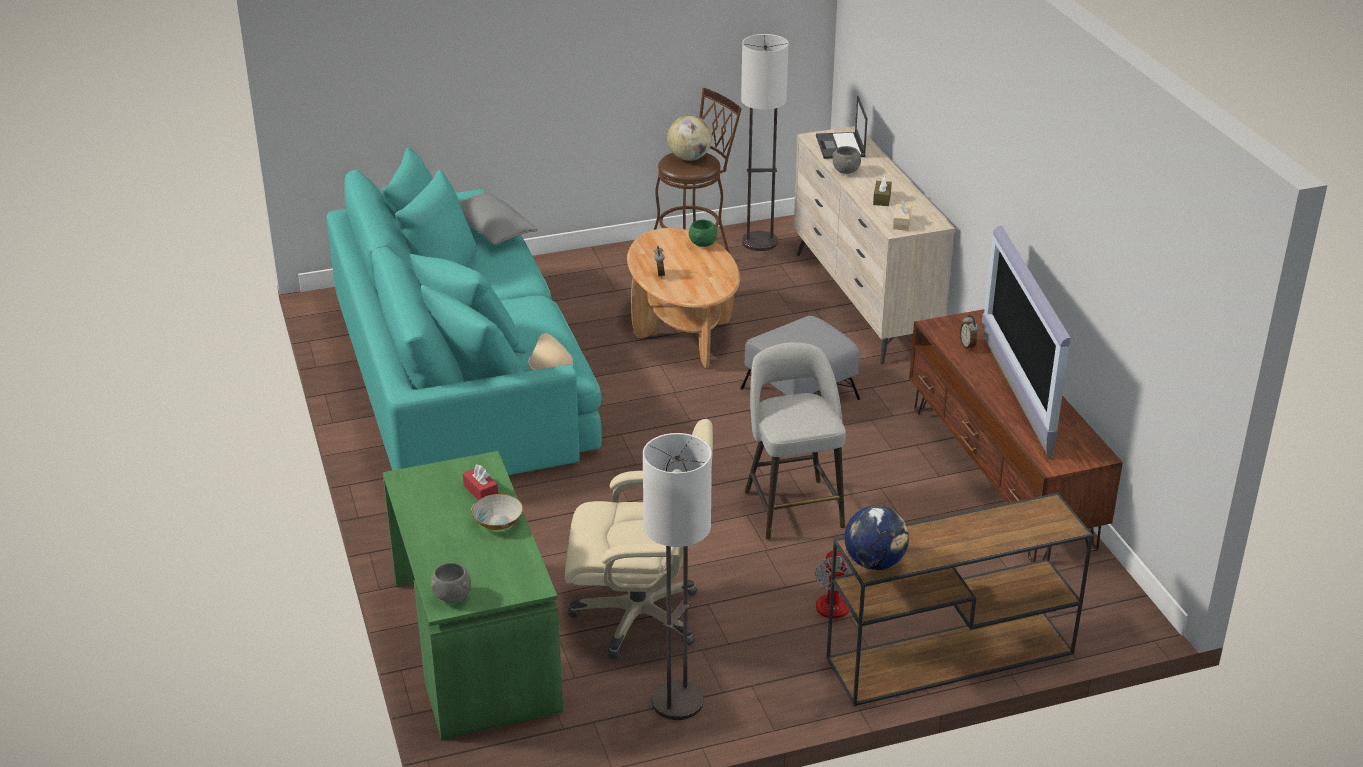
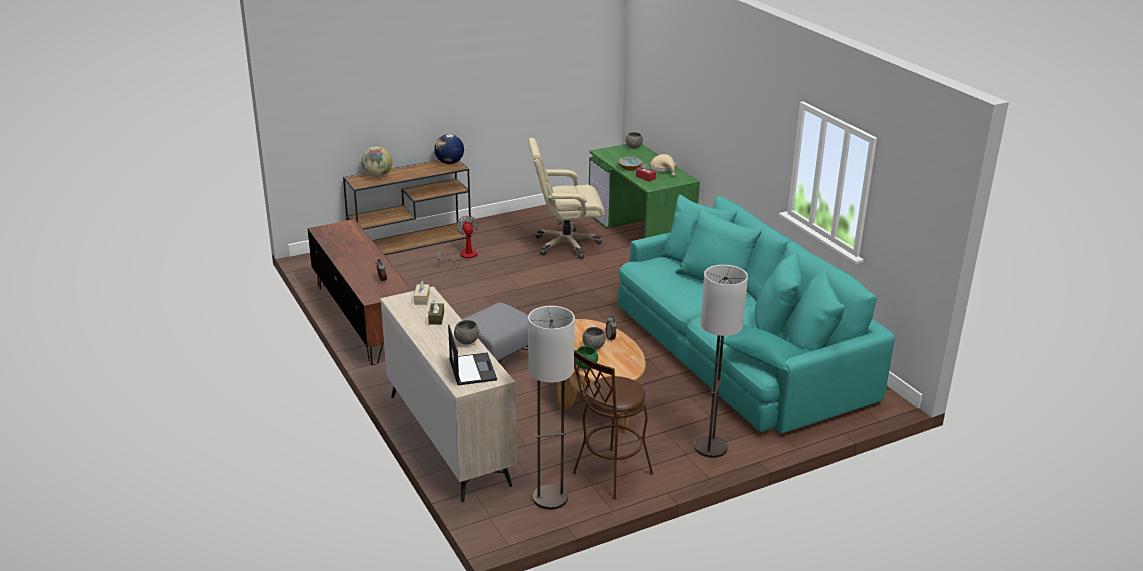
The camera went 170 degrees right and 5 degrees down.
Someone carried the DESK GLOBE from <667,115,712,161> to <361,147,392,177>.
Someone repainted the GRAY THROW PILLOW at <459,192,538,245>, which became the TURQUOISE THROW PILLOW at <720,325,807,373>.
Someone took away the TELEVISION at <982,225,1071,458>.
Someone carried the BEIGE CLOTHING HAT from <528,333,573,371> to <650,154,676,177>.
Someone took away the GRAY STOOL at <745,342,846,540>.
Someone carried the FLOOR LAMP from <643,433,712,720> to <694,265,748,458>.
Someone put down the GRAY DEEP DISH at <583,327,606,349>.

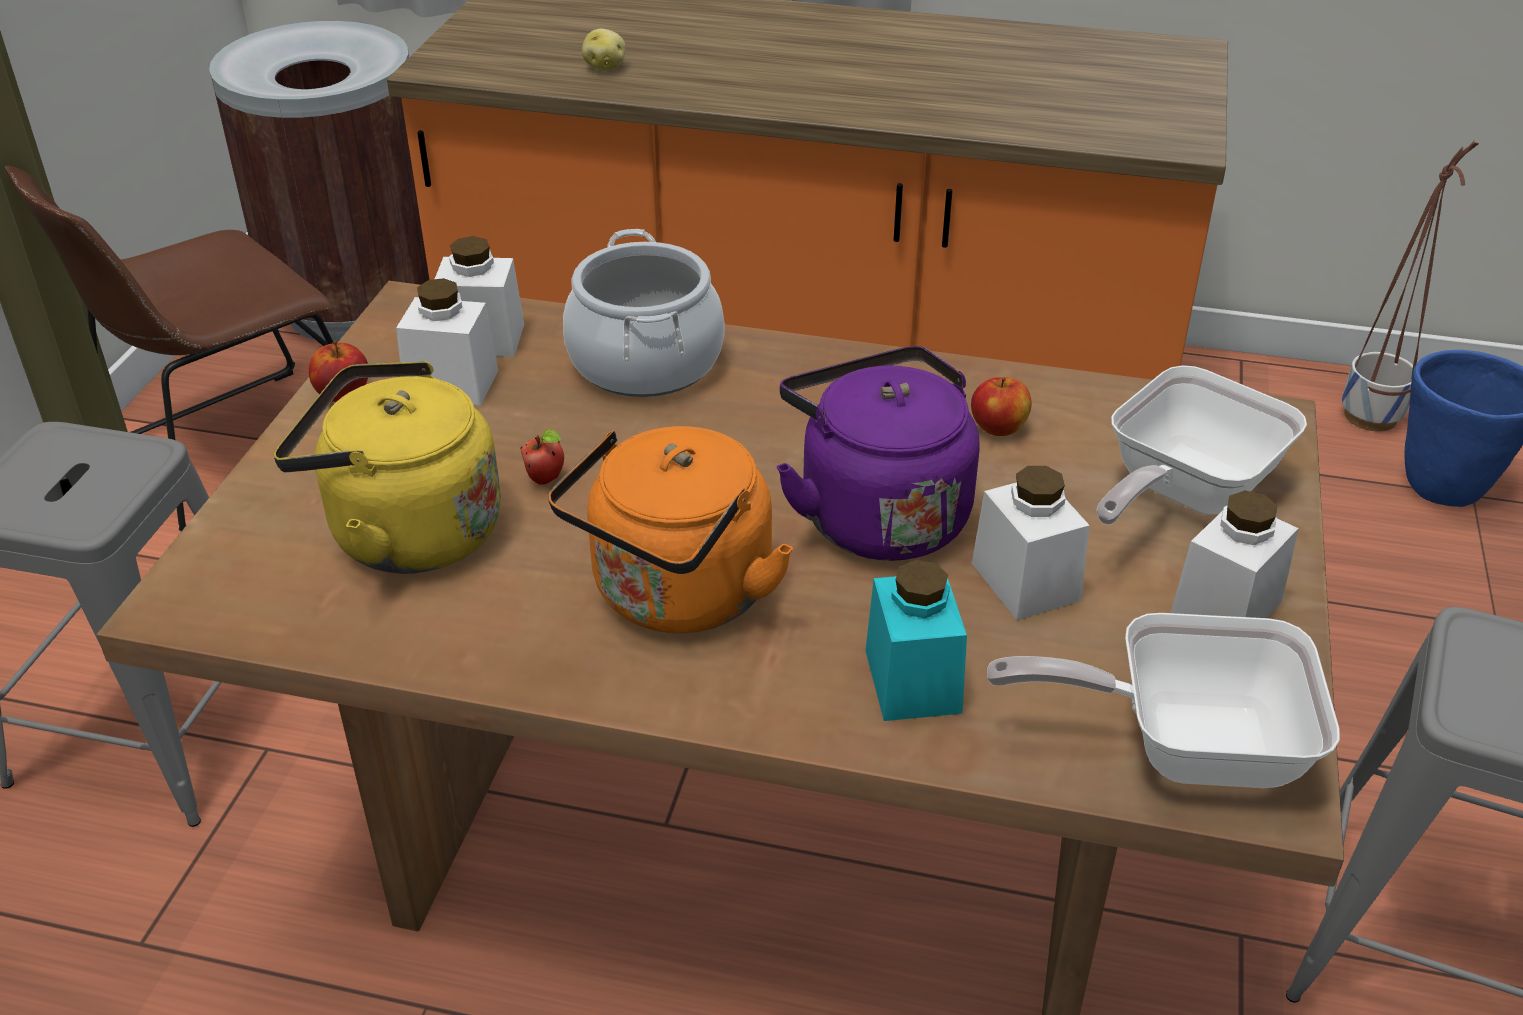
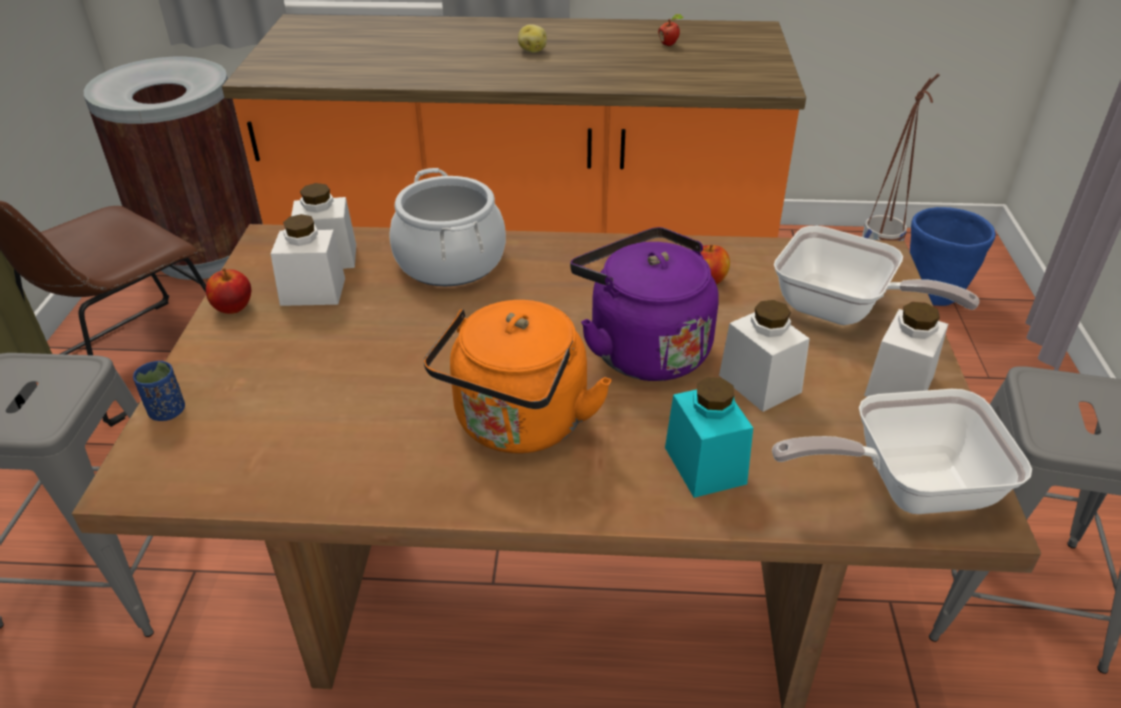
The camera went 10 degrees left and 0 degrees up.
Someone carried the POTATO from <582,29,626,71> to <518,24,547,53>.
Someone took away the YELLOWISH TEA KETTLE at <274,361,501,574>.
Someone rotated the FRYING PAN at <1097,365,1307,525> by 90 degrees counterclockwise.
Someone carried the WHOLE APPLE from <520,429,564,485> to <658,14,684,46>.
Someone put down the BLUISH SMALL CUP at <133,361,185,421>.

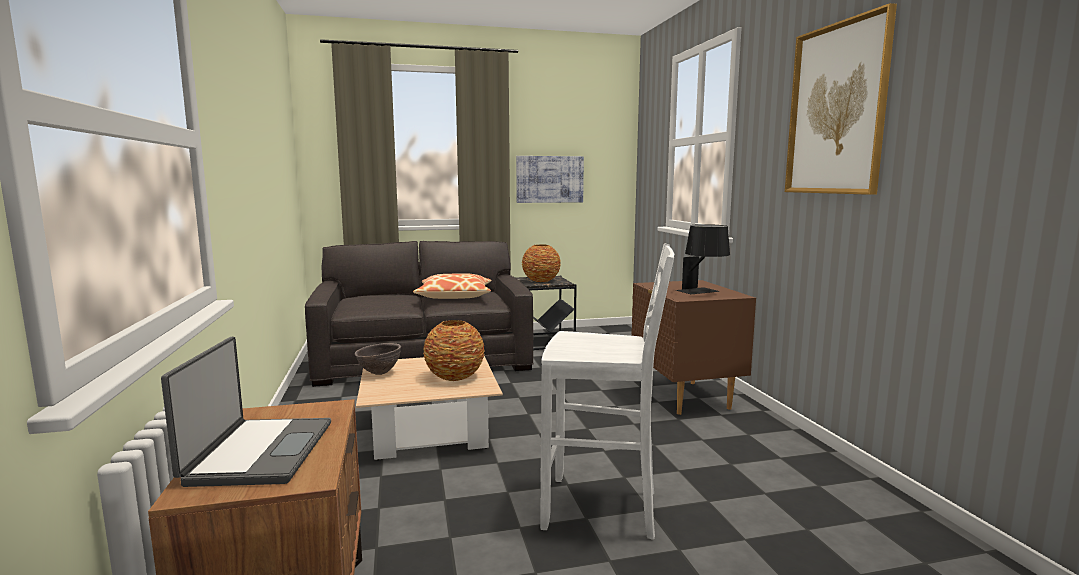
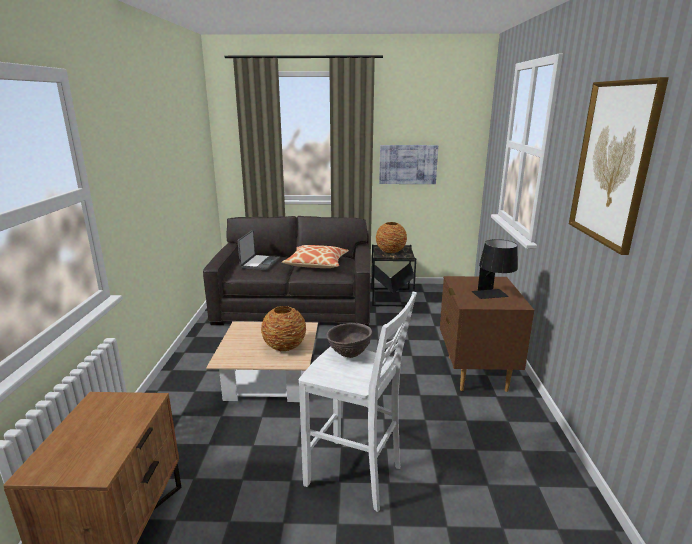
The camera went 15 degrees right and 10 degrees up.
Someone carried the PORTABLE COMPUTER from <161,337,331,487> to <238,230,280,270>.
Someone carried the BROWNISH DEEP DISH from <355,343,401,375> to <327,323,372,358>.

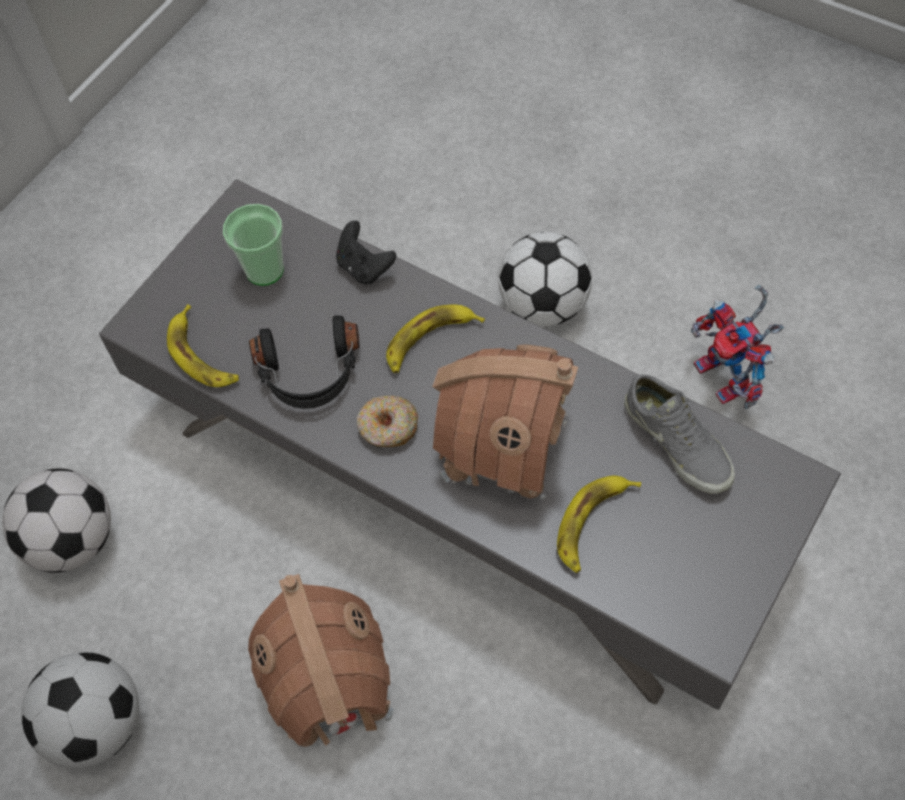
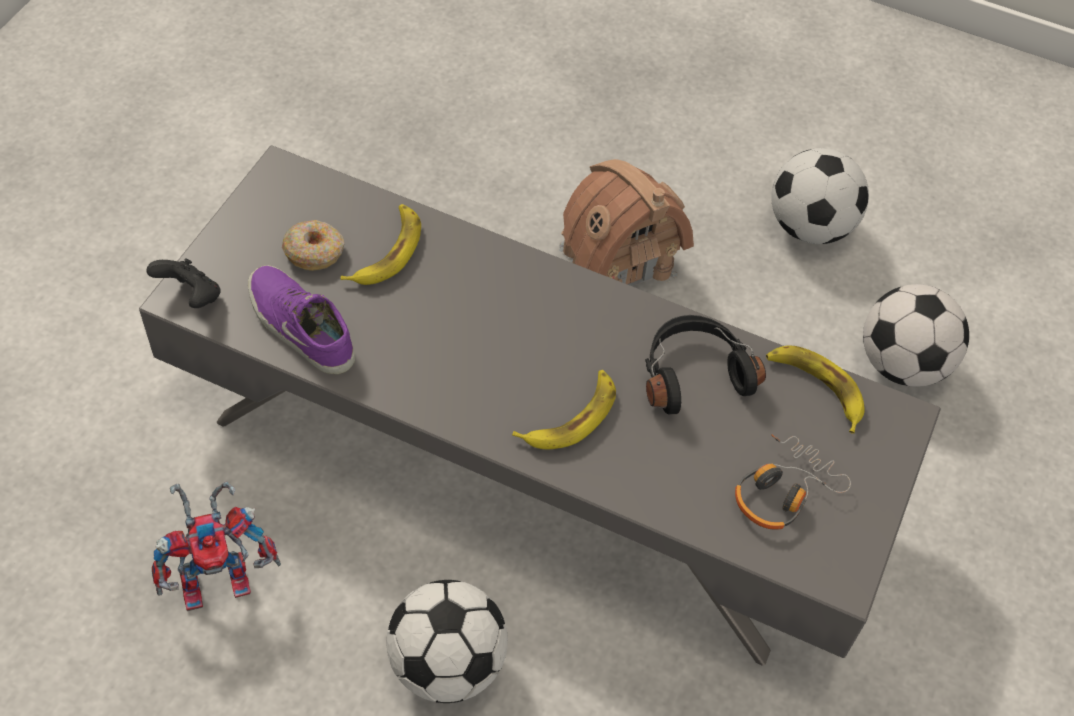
The camera went 165 degrees right and 5 degrees down.
Someone swapped the SMALL CUP at <223,204,284,286> for the HEADPHONES at <735,434,851,530>.
Someone carried the BLACKISH GAMEPAD from <336,221,396,284> to <146,259,221,308>.
Someone rotated the MODEL ROBOT at <691,285,784,409> by 105 degrees clockwise.
Someone took away the TOY HOUSE at <432,344,578,505>.
Someone repainted the GRAY LOW SHOE at <624,374,735,494>, which became the PURPLISH LOW SHOE at <248,265,355,374>.
Someone carried the RING DOUGHNUT from <357,396,418,447> to <282,220,344,271>.

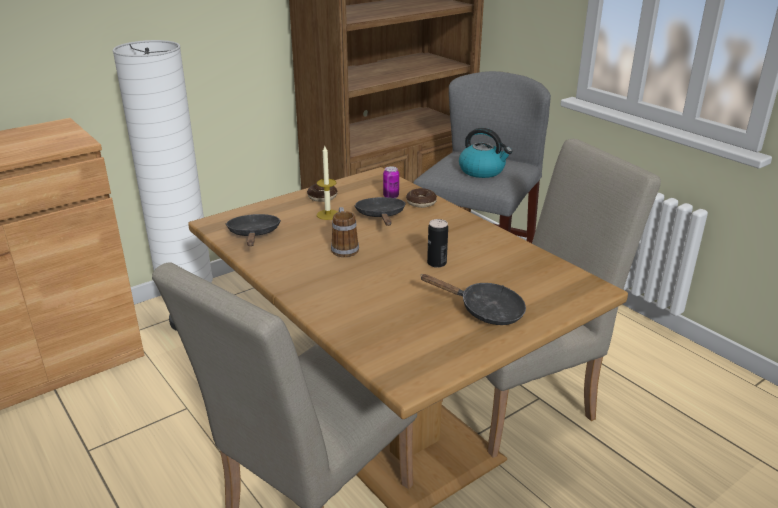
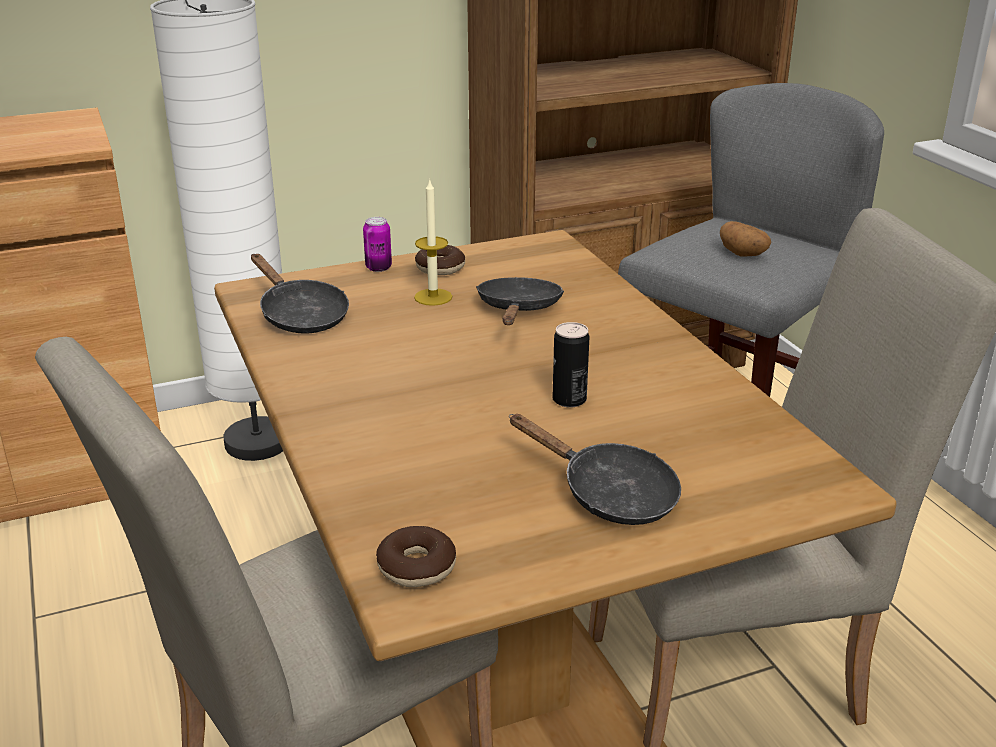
The camera went 15 degrees right and 0 degrees up.
Someone swapped the TEA KETTLE at <459,128,512,178> for the POTATO at <720,221,771,257>.
Someone carried the SEALED CAN from <383,166,399,198> to <363,217,392,272>.
Someone carried the RING DOUGHNUT from <406,188,437,208> to <376,526,456,587>.
Someone took away the MUG at <331,207,359,257>.
Someone rotated the BLACKISH FRYING PAN at <225,214,281,246> by 135 degrees clockwise.

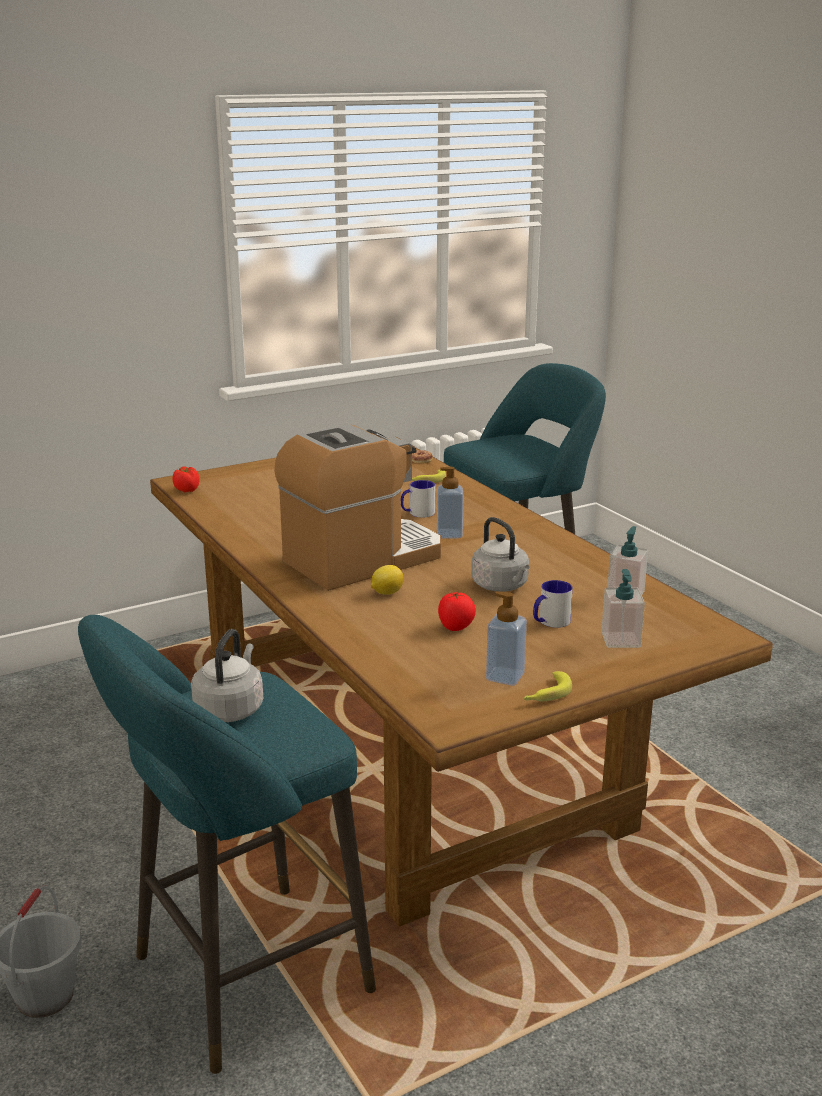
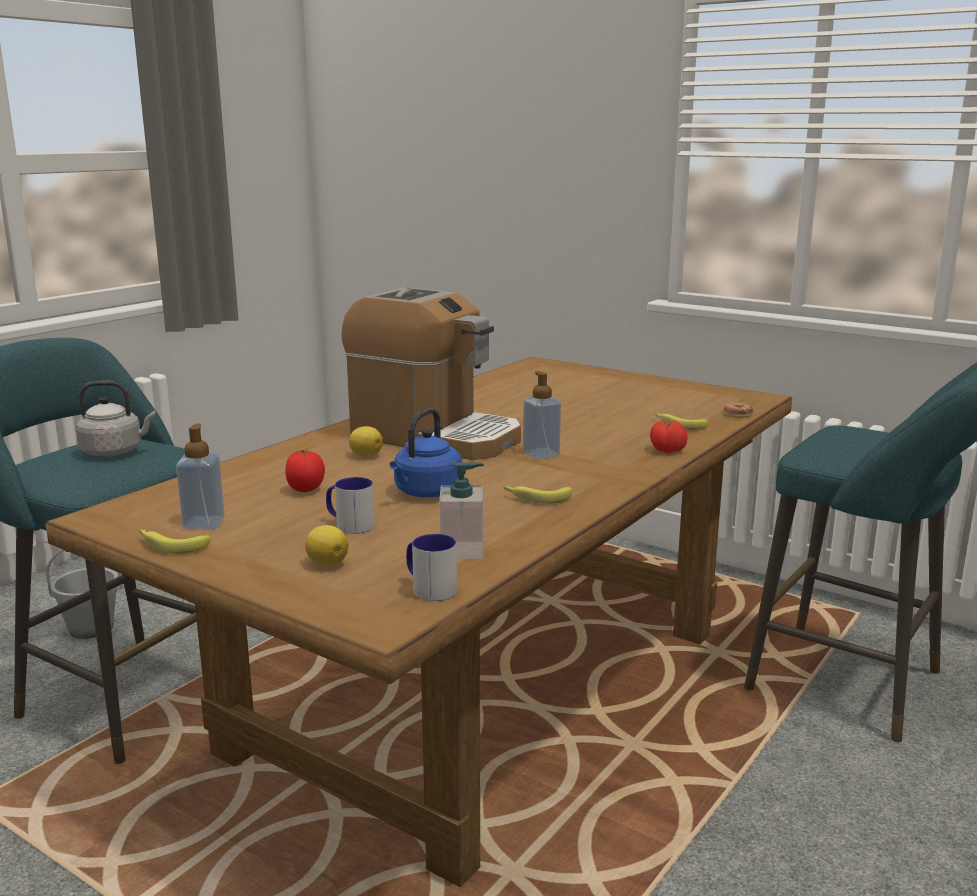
The camera went 65 degrees right and 5 degrees down.
Someone carried the WHOLE TOMATO from <173,467,200,492> to <650,420,688,454>.
Someone carried the MUG from <401,480,435,518> to <406,534,457,601>.
Someone repainted the GRAY TEA KETTLE at <471,517,529,592>, which became the BLUISH TEA KETTLE at <390,408,462,497>.
Someone swapped the SOAP BOTTLE at <601,569,645,648> for the LEMON at <305,525,348,566>.
Someone put down the BANANA at <503,486,572,504>.

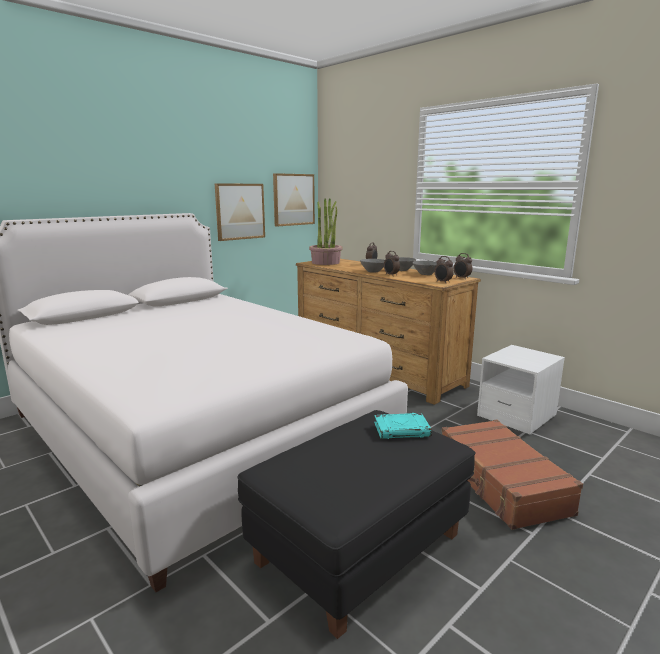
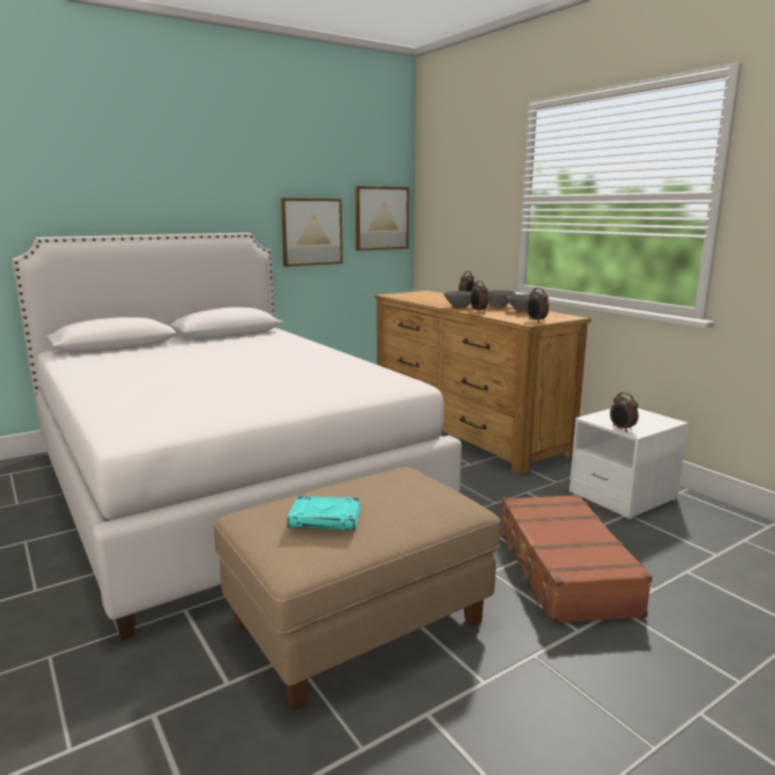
The camera went 10 degrees right and 0 degrees up.
Someone took away the PLANT IN A POT at <309,198,343,265>.
Someone carried the BEDSIDE CLOCK from <454,253,473,278> to <610,392,638,432>.
Someone repainted the BLACKISH OTTOMAN at <237,410,475,639>, which became the BEIGE OTTOMAN at <213,466,501,710>.
Someone carried the TURQUOISE BOUND BOOK from <374,413,432,439> to <287,496,361,530>.

